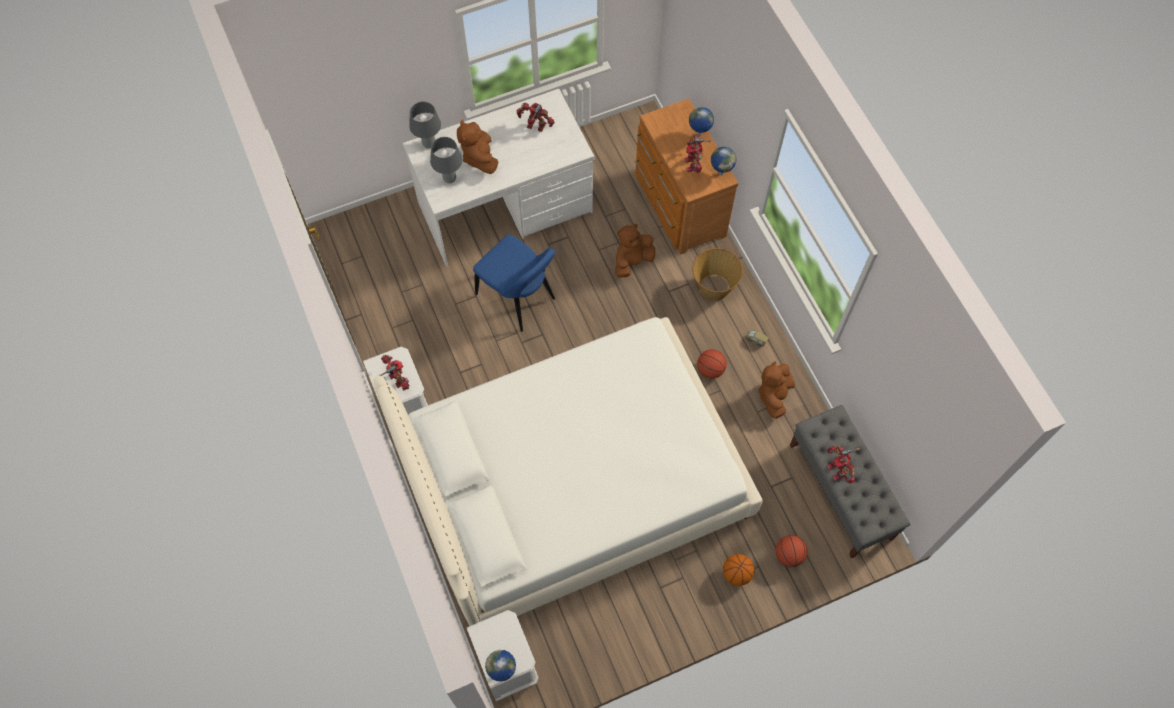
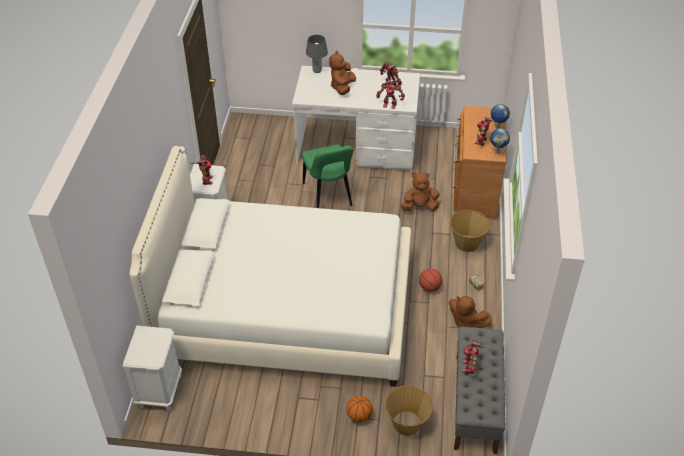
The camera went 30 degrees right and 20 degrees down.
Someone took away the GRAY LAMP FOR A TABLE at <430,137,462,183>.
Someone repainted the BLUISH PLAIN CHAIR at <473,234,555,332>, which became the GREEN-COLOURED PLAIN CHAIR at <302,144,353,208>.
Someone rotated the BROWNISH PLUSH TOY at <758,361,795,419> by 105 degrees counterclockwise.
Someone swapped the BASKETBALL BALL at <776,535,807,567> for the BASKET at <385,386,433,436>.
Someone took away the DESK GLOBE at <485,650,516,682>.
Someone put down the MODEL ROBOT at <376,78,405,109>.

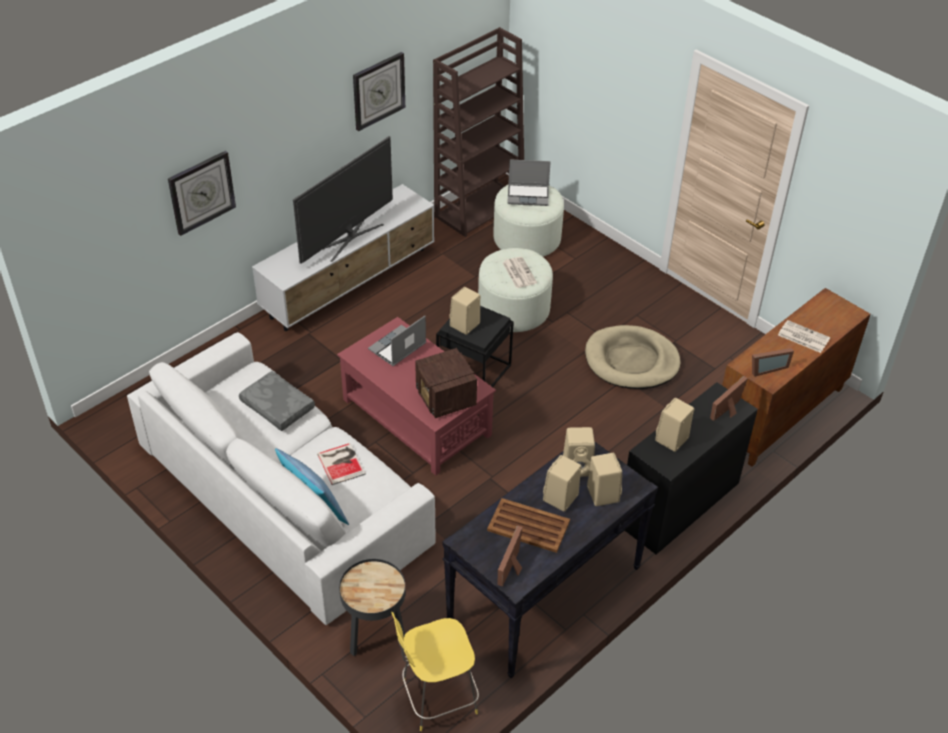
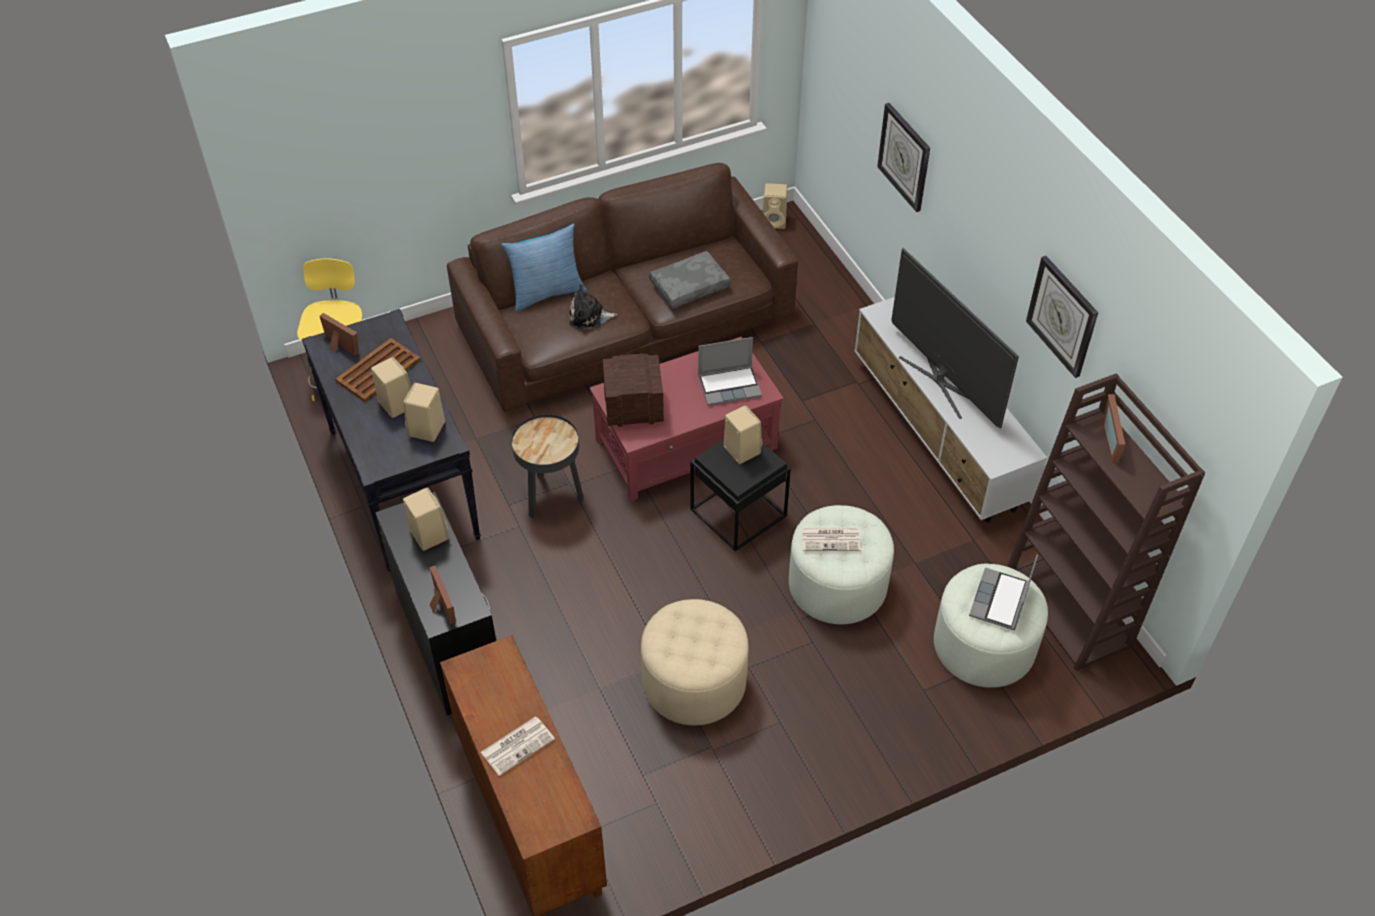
The camera went 110 degrees right and 5 degrees up.
Someone rotated the PORTABLE COMPUTER at <368,316,426,366> by 105 degrees clockwise.
Someone swapped the BEIGE DOG CUSHION at <585,325,681,389> for the BEIGE OTTOMAN at <641,599,748,725>.
Someone repainted the WHITISH SETTEE at <127,332,436,625>, which became the BROWNISH SETTEE at <447,163,798,412>.
Someone carried the PICTURE FRAME from <752,348,794,377> to <1102,394,1125,463>.
Someone swapped the BOUND BOOK at <317,443,366,485> for the PLUSH TOY at <569,284,617,329>.
Someone carried the BEIGE SPEAKER from <587,453,622,506> to <762,183,787,229>.
Someone carried the BLACKISH ACCENT TABLE from <339,559,406,656> to <511,414,584,519>.

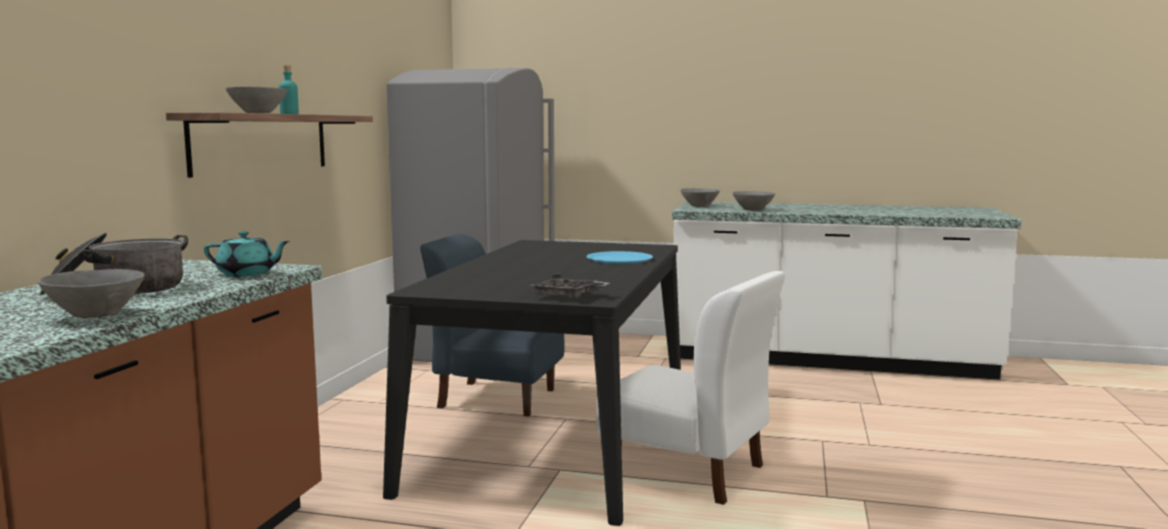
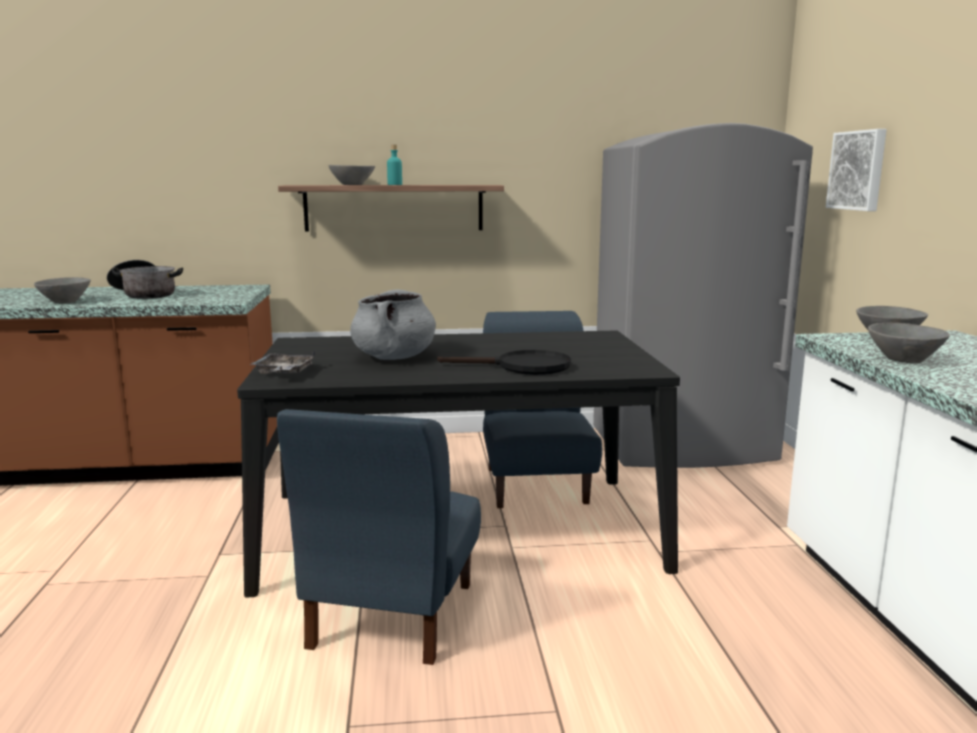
The camera went 70 degrees right and 5 degrees up.
Someone took away the TURQUOISE TEA POT at <204,231,290,277>.
Someone swapped the BLUISH FLAT DISH at <586,251,653,264> for the BLACKISH FRYING PAN at <437,350,571,375>.
Someone repainted the WHITISH PLAIN CHAIR at <596,271,785,505>, which became the BLUISH PLAIN CHAIR at <277,409,481,665>.
Someone put up the WALL PICTURE at <826,129,887,211>.
Someone put down the GRAY COOKING POT at <350,289,436,360>.

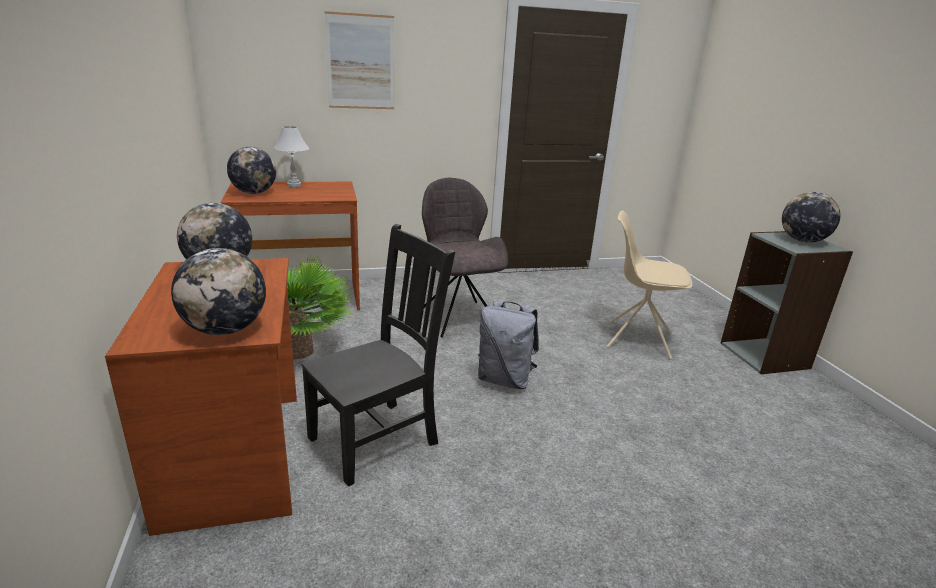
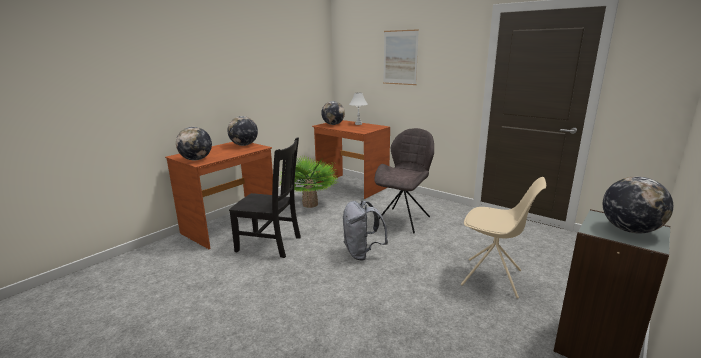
The camera went 55 degrees right and 5 degrees down.
Someone rotated the BEIGE PLAIN CHAIR at <606,210,693,360> by 135 degrees clockwise.

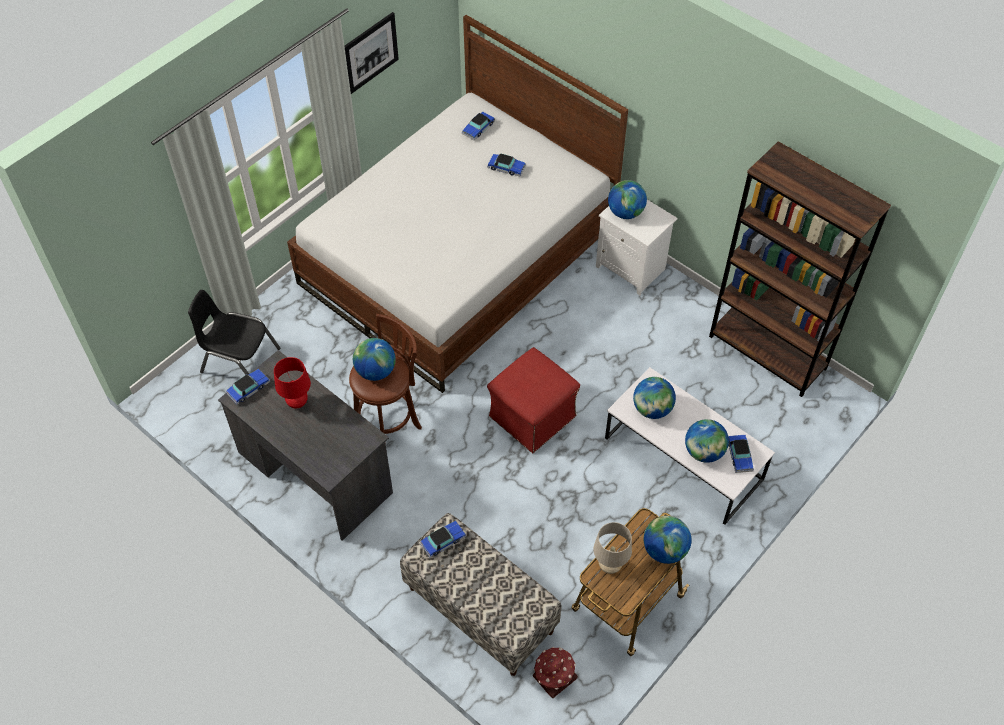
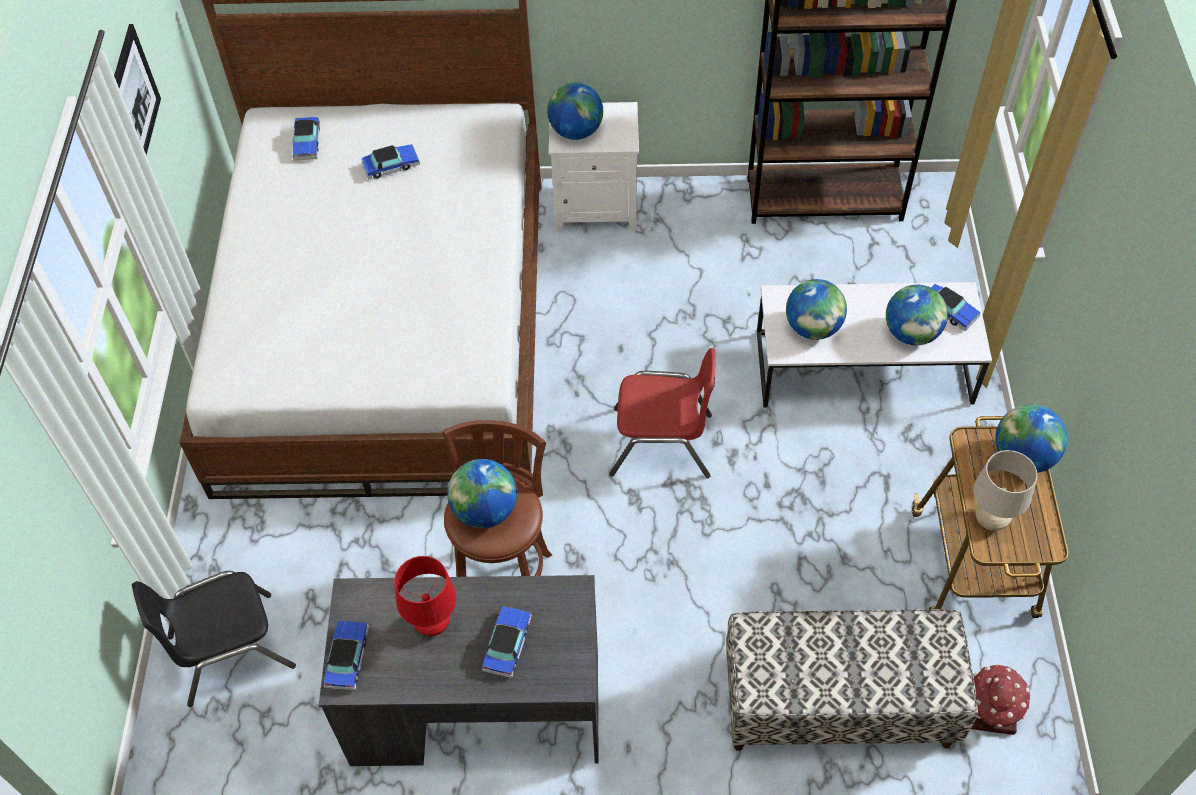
The camera went 40 degrees left and 0 degrees up.
Someone swapped the REDDISH OTTOMAN at <487,348,580,453> for the REDDISH PLAIN CHAIR at <609,348,715,478>.
Someone carried the MINIATURE CAR from <420,521,466,558> to <482,606,532,678>.

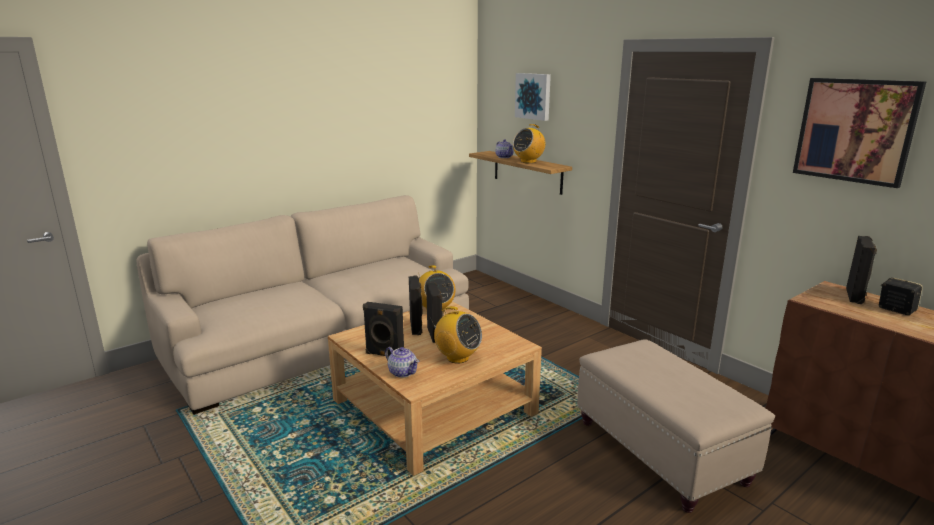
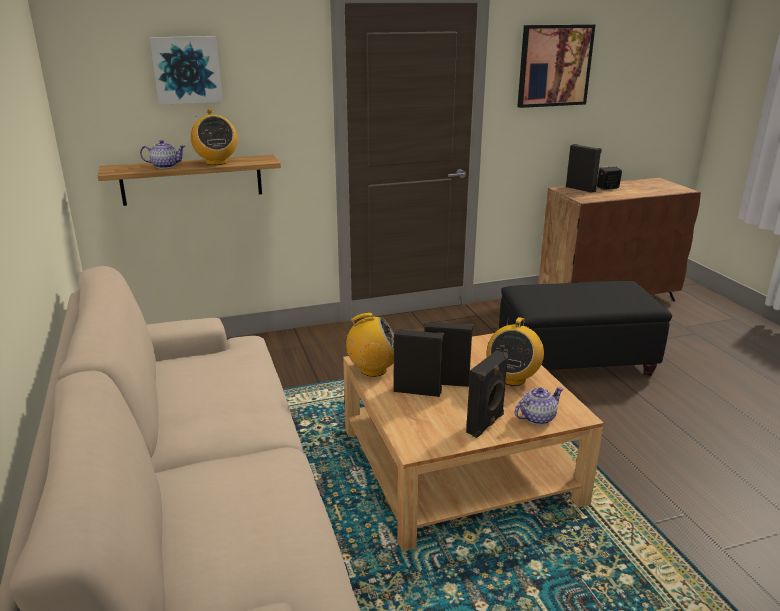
The camera went 70 degrees left and 5 degrees up.
Someone rotated the RADIO RECEIVER at <433,306,482,364> by 150 degrees clockwise.
Someone repainted the BEIGE OTTOMAN at <577,339,775,513>, which became the BLACKISH OTTOMAN at <499,281,672,376>.

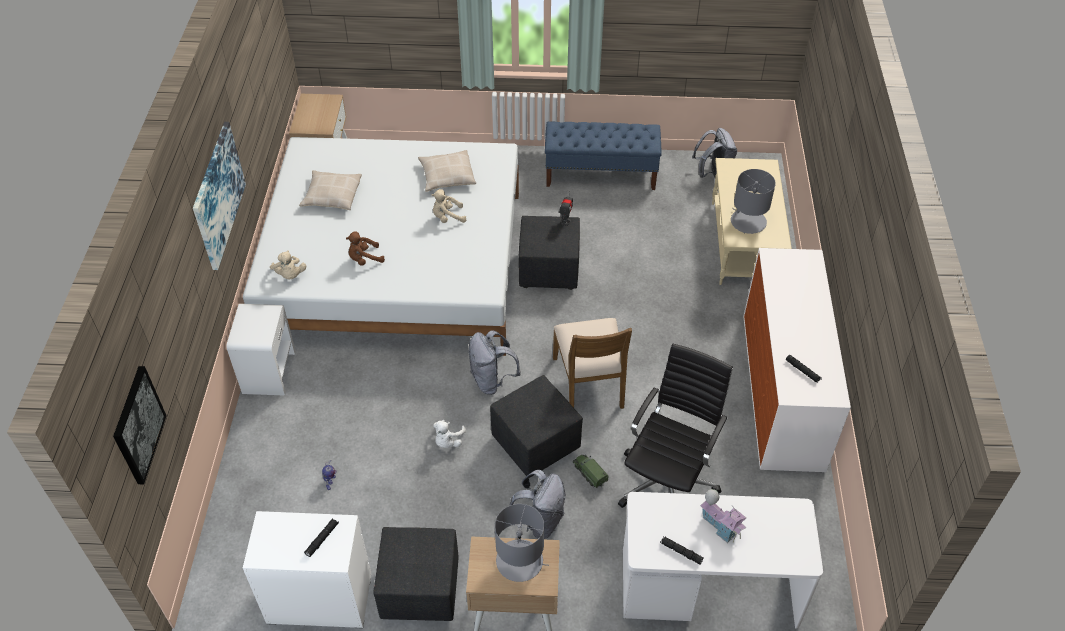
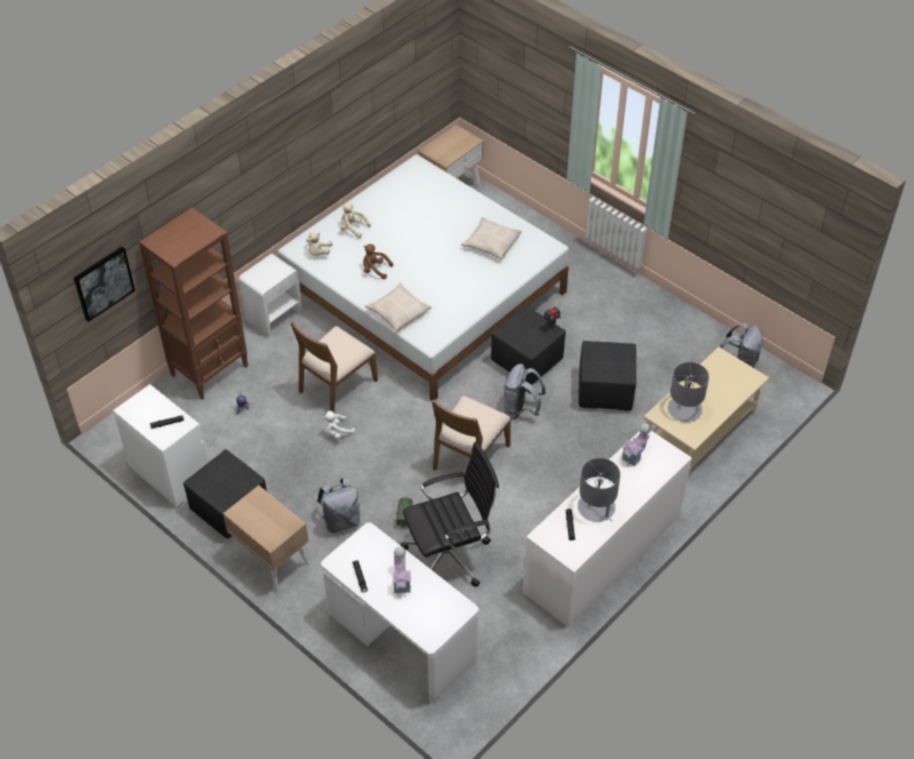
The camera went 40 degrees right and 0 degrees up.
Someone took away the BLUISH INDOOR BENCH at <545,121,661,190>.
Someone took away the WALL PICTURE at <193,122,246,270>.
Someone carried the BEIGE THROW PILLOW from <299,170,362,210> to <365,283,431,332>.
Someone carried the BEIGE PLUSH TOY from <432,189,466,223> to <340,203,371,238>.
Someone carried the GRAY BACKPACK from <468,330,521,395> to <503,364,546,419>.
Someone carried the BLACKISH OTTOMAN from <490,375,583,478> to <578,341,636,411>.
Someone carried the GRAY LAMP FOR A TABLE from <495,504,549,582> to <578,458,620,522>.
Someone put down the BROWNISH BOOKCASE at <139,207,248,400>.
Someone put down the BROWNISH PLAIN CHAIR at <290,321,378,413>.
Someone put down the TOY HOUSE at <622,423,651,467>.

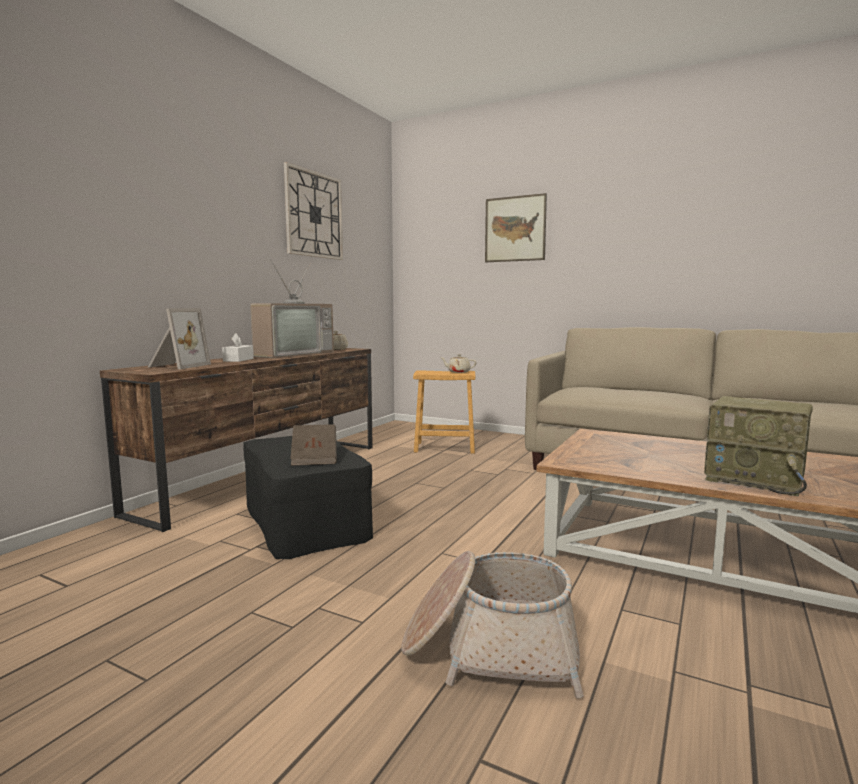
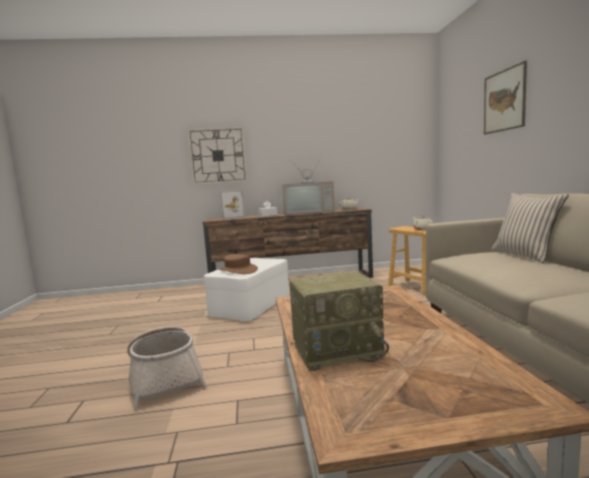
The camera went 55 degrees right and 0 degrees up.
Someone carried the HANGING CLOCK from <284,162,343,260> to <187,127,247,185>.
Someone rotated the RADIO RECEIVER at <704,396,813,497> by 105 degrees counterclockwise.
Someone swapped the BROWNISH BOUND BOOK at <290,424,337,466> for the BROWNISH CLOTHING HAT at <219,254,258,274>.
Someone repainted the BLACKISH OTTOMAN at <243,436,373,559>, which became the WHITISH OTTOMAN at <204,258,289,321>.
Someone put down the BEIGE THROW PILLOW at <491,193,569,264>.

